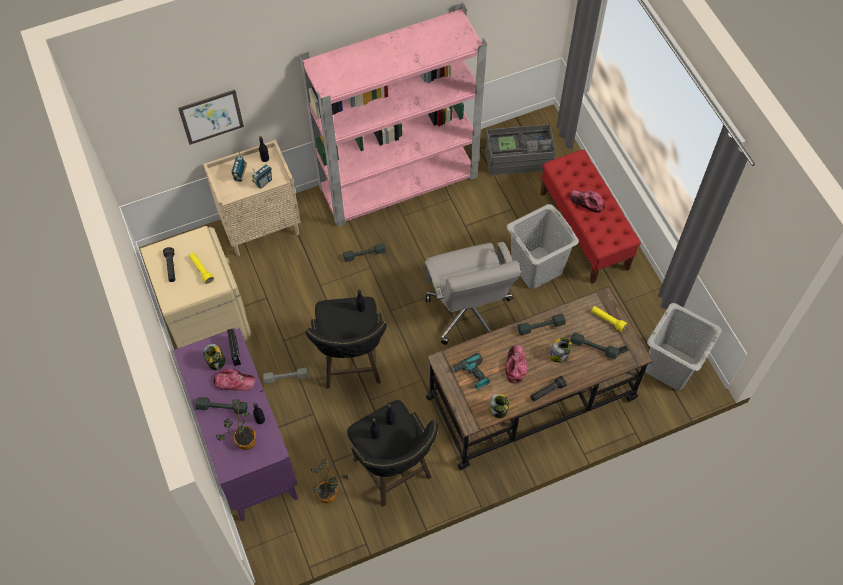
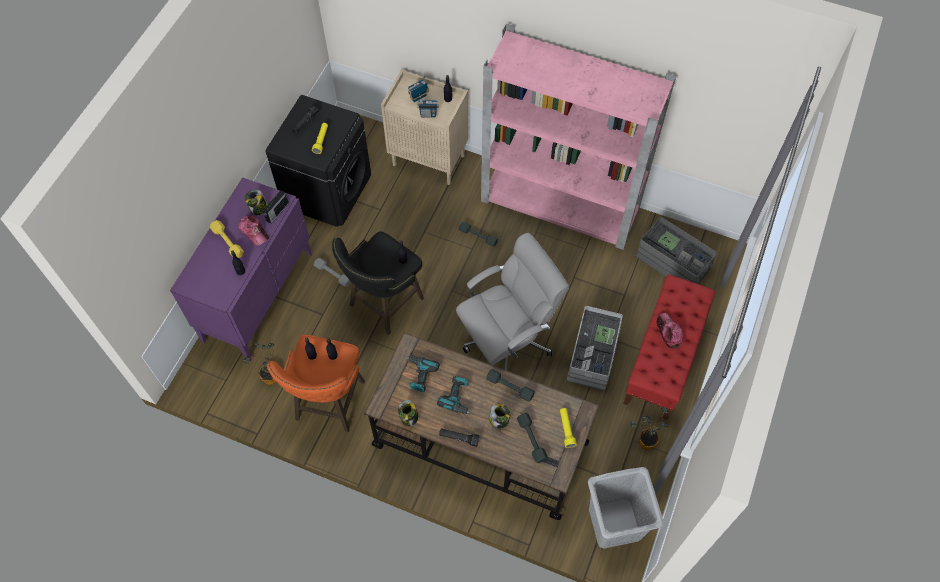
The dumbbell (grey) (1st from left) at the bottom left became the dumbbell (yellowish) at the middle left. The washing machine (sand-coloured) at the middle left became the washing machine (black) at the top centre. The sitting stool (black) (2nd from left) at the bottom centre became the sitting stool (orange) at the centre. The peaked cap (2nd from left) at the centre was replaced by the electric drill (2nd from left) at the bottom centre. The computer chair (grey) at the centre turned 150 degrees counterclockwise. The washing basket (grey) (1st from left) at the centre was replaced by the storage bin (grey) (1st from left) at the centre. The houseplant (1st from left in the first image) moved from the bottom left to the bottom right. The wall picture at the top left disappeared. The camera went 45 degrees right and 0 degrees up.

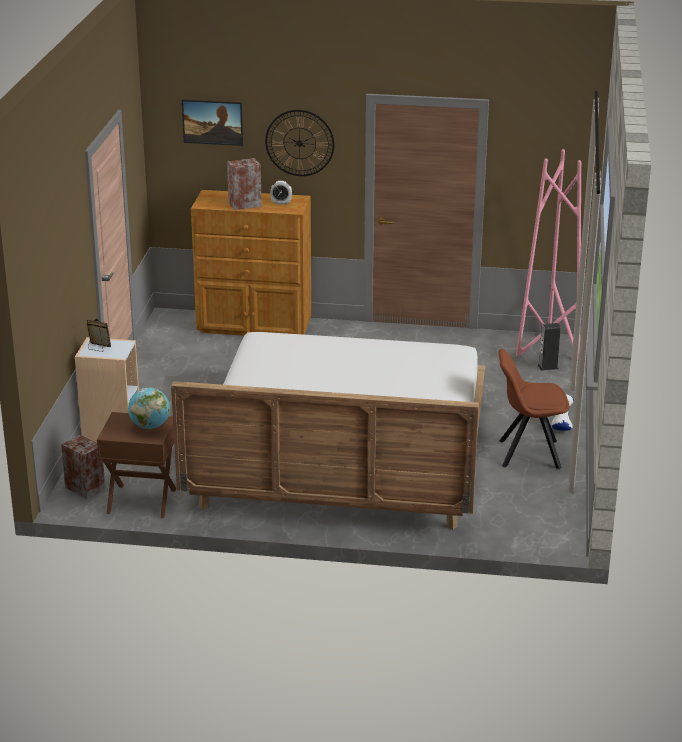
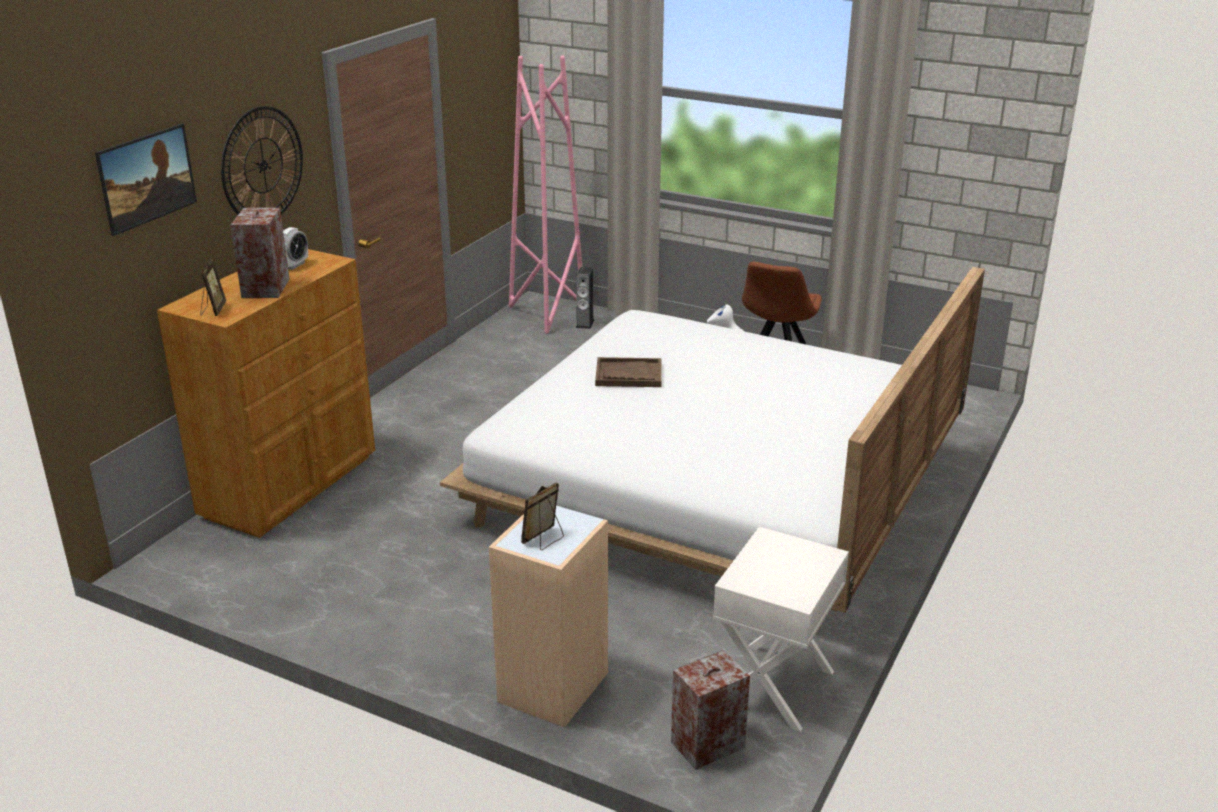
The picture frame (1st from left) at the middle left appeared. The serving tray (brown) at the centre appeared. The nightstand (brown) at the middle left became the nightstand (white-coloured) at the bottom centre. The desk globe at the middle left disappeared. The camera went 70 degrees left and 0 degrees up.

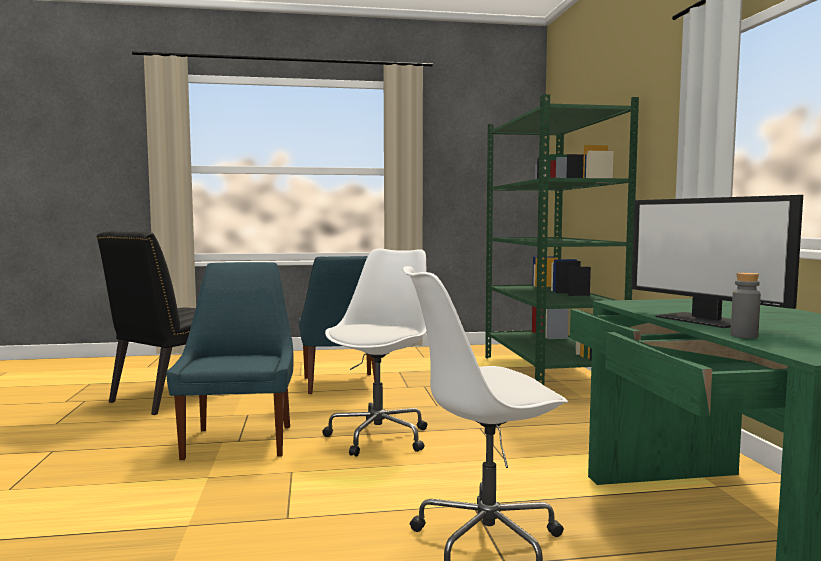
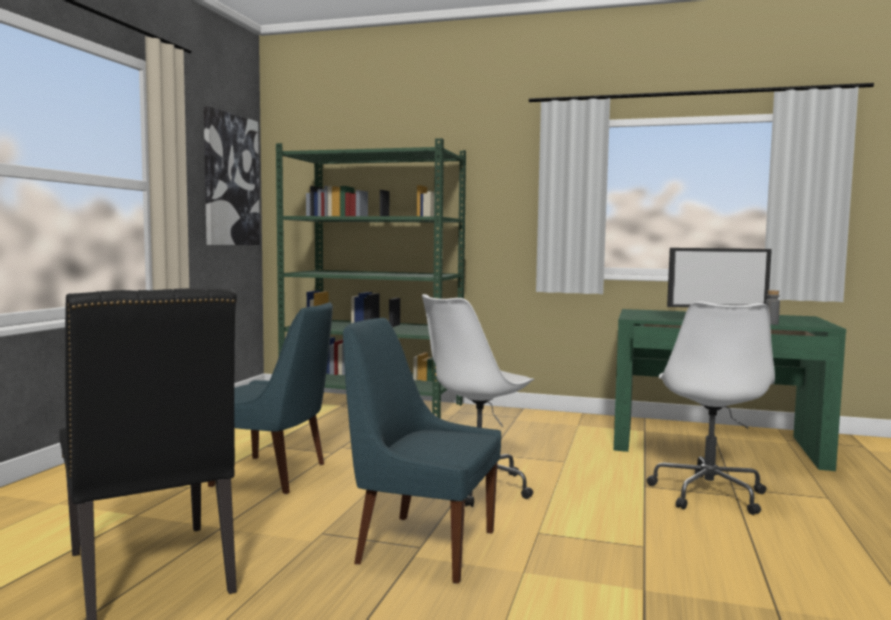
The wall picture at the top left appeared. The computer chair (white-coloured) (1st from left) at the centre turned 90 degrees counterclockwise. The camera went 65 degrees left and 0 degrees up.

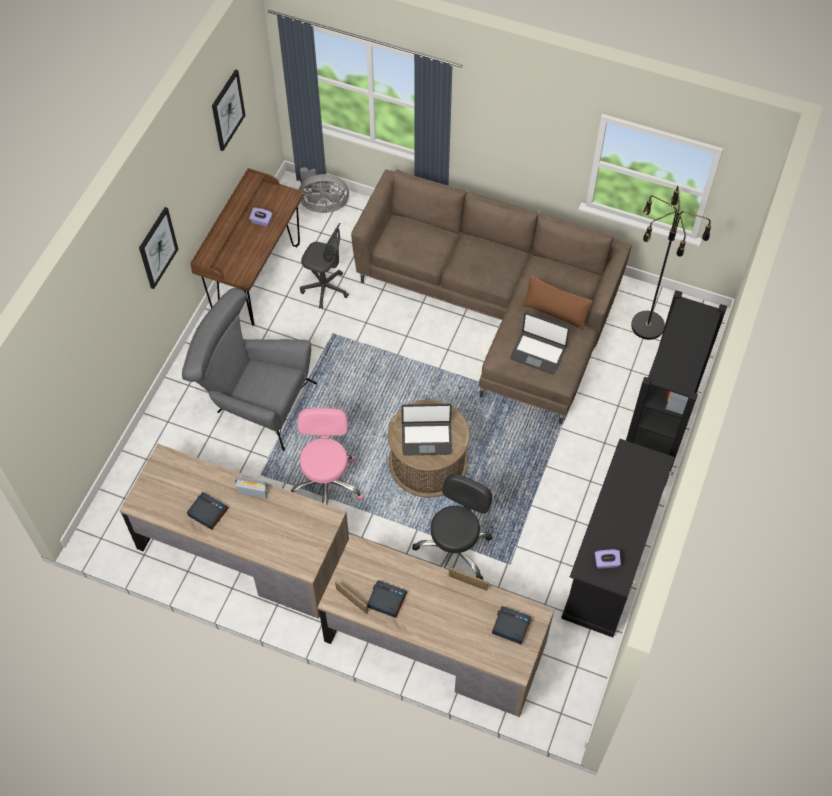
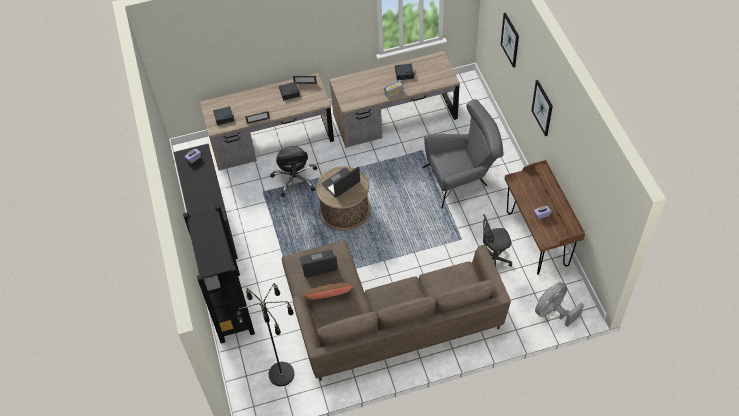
The wall picture (2nd from left in the first image) moved from the top left to the top right. The computer chair (pinkish) at the centre disappeared. The camera went 145 degrees right and 5 degrees down.

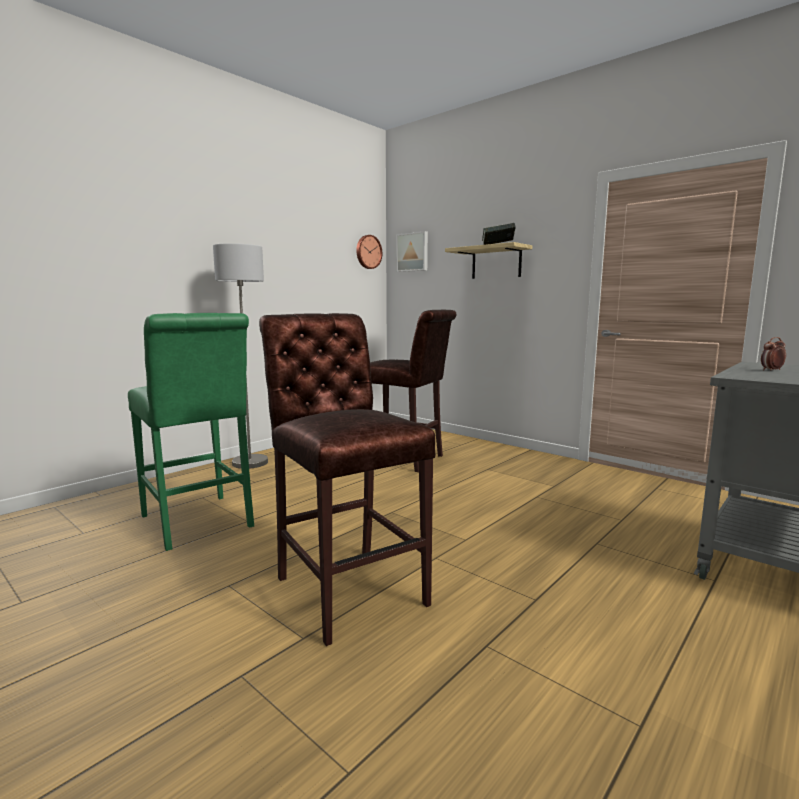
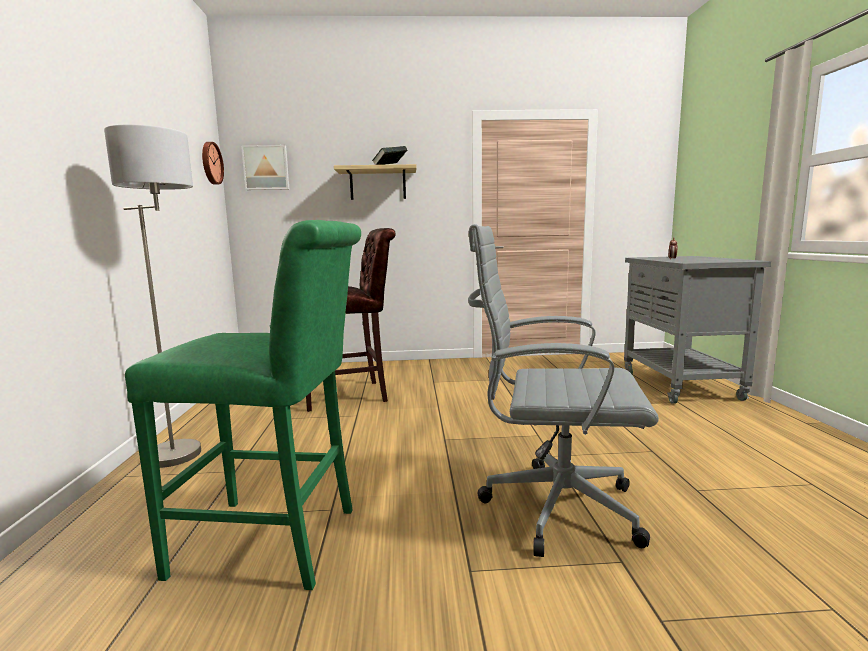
The sitting stool (brown) (1st from left) at the centre was replaced by the computer chair (grey) at the centre. The camera went 45 degrees left and 0 degrees up.

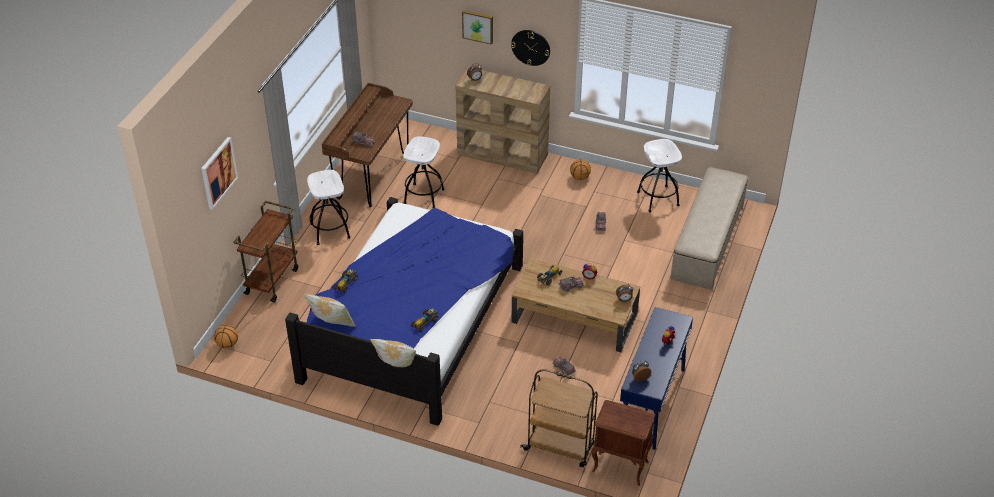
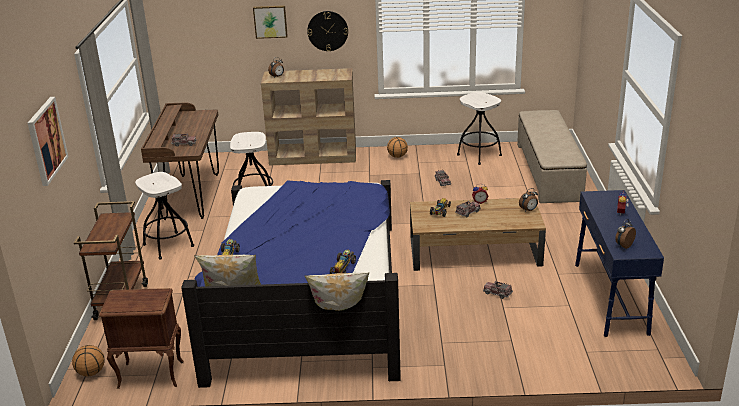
The nightstand (brown) moved from the bottom centre to the bottom left. The cart (brown) (2nd from left) at the bottom centre disappeared. The camera went 20 degrees left and 15 degrees down.

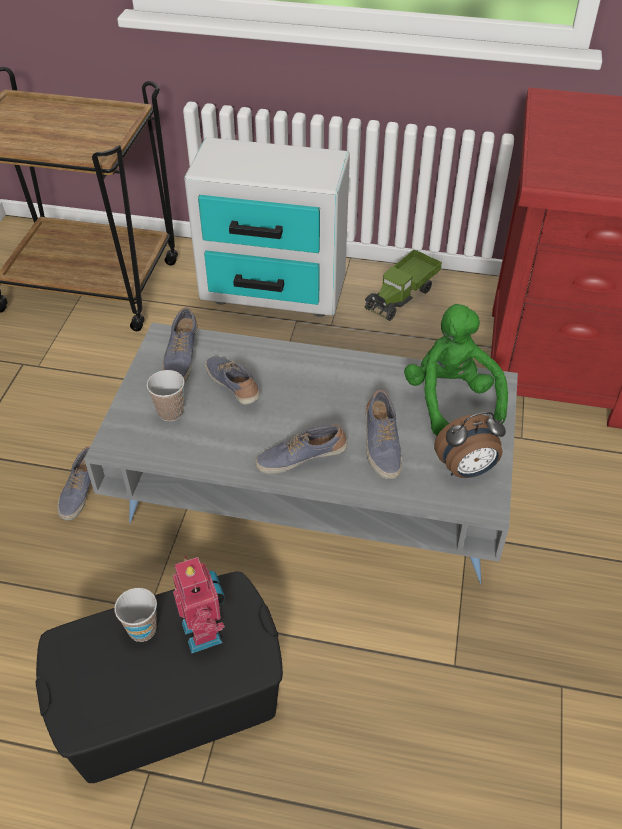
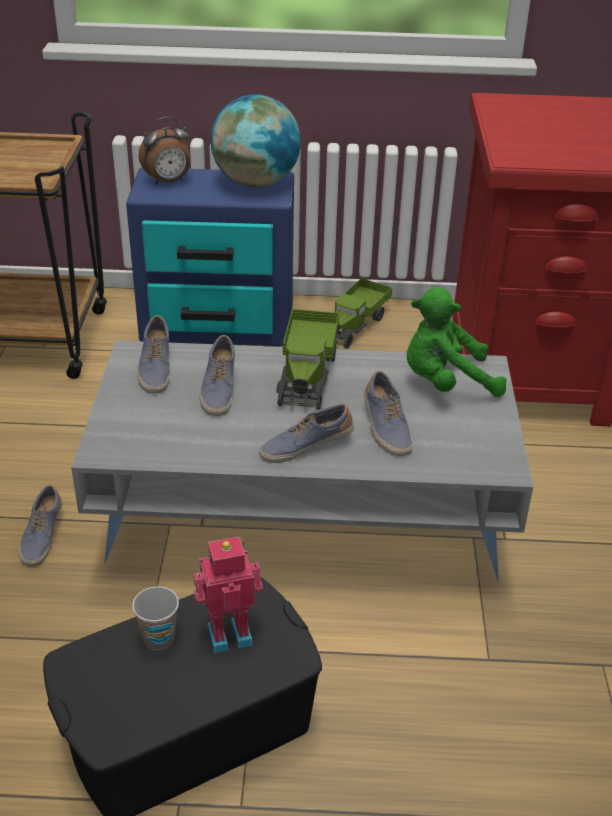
The nightstand (white-coloured) at the top centre became the nightstand (blue-coloured) at the top centre. The bedside clock moved from the middle right to the top left. The toy robot at the bottom left turned 75 degrees counterclockwise. The shoe (3rd from left) at the centre turned 135 degrees counterclockwise. The desk globe at the top centre appeared. The toy lorry (1st from left) at the centre appeared. The soft toy (green-coloured) at the middle right turned 75 degrees counterclockwise. The cup (2nd from left) at the middle left disappeared. The camera went 10 degrees left and 10 degrees down.

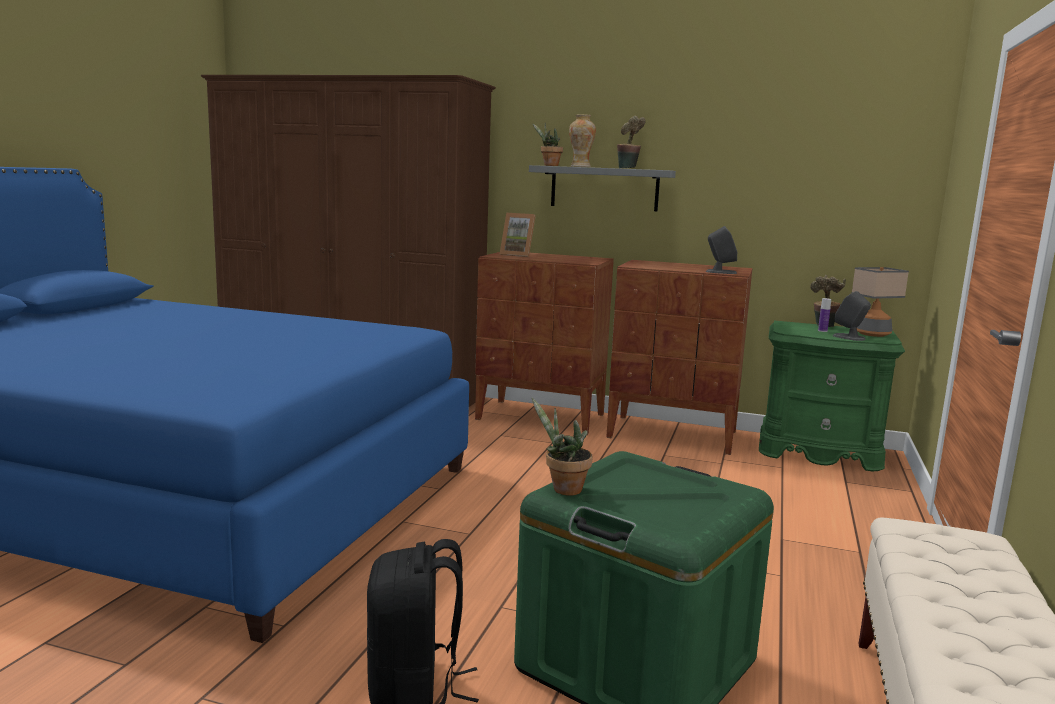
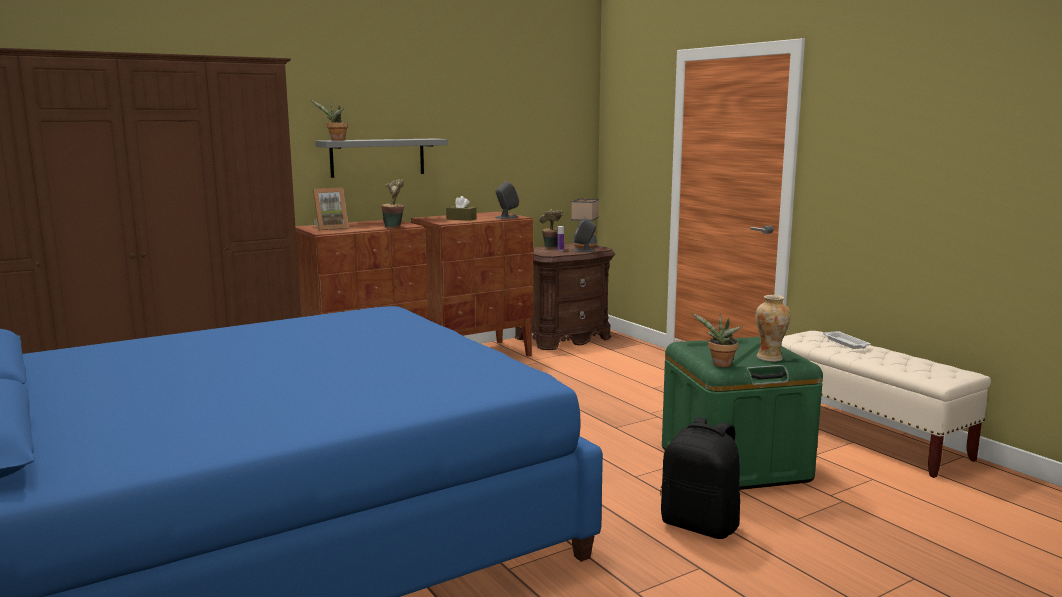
The houseplant (3rd from left in the first image) moved from the top centre to the centre. The tissue box (brown) at the centre appeared. The nightstand (green-coloured) at the middle right became the nightstand (brown) at the centre. The decorative vase moved from the top centre to the middle right. The serving tray (white-coloured) at the middle right appeared. The camera went 50 degrees left and 0 degrees up.

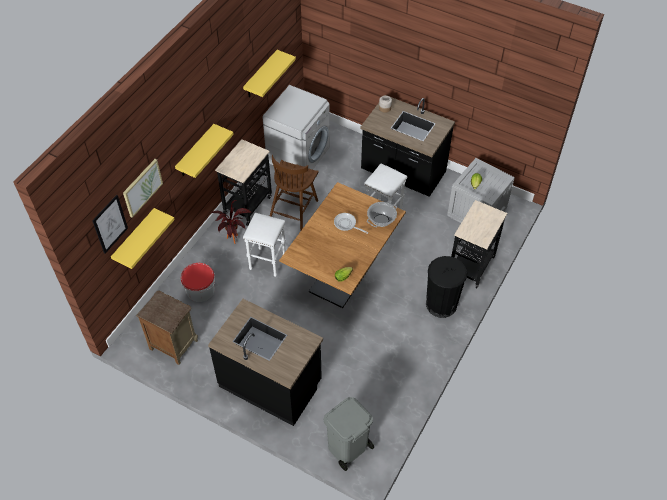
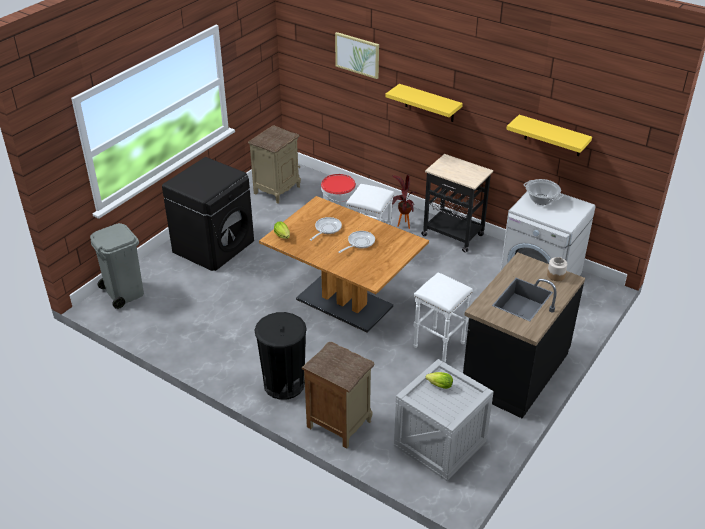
The kitchen base unit (black) (1st from left) at the bottom centre was replaced by the washing machine (black) at the middle left. The cart (2nd from left) at the middle right was replaced by the nightstand (sand-coloured) (2nd from left) at the bottom centre. The frying pan (1st from left) at the centre appeared. The stockpot moved from the centre to the middle right. The wall picture (1st from left) at the middle left disappeared. The wall shelf (yellowish) (1st from left) at the middle left disappeared. The upright chair (brown) at the centre disappeared. The camera went 95 degrees right and 15 degrees down.

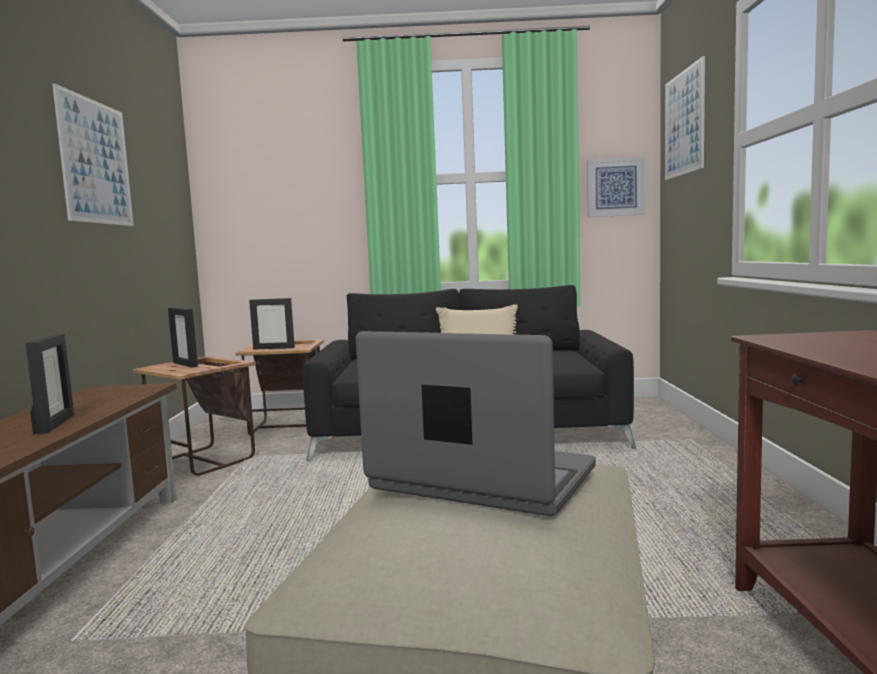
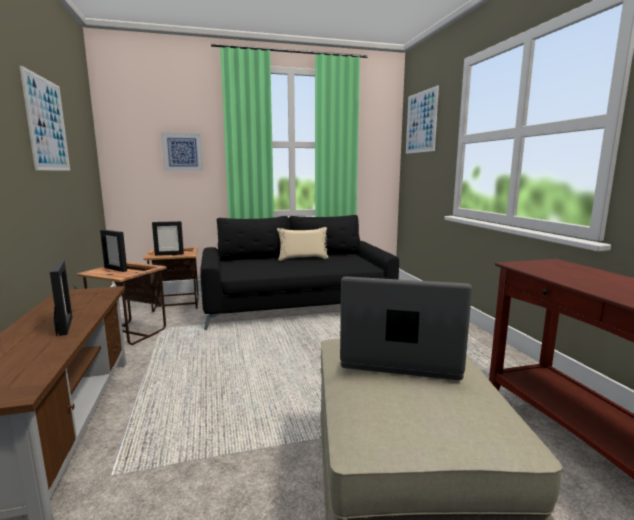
The wall picture (2nd from left) moved from the top right to the top left. The camera went 15 degrees left and 5 degrees up.

